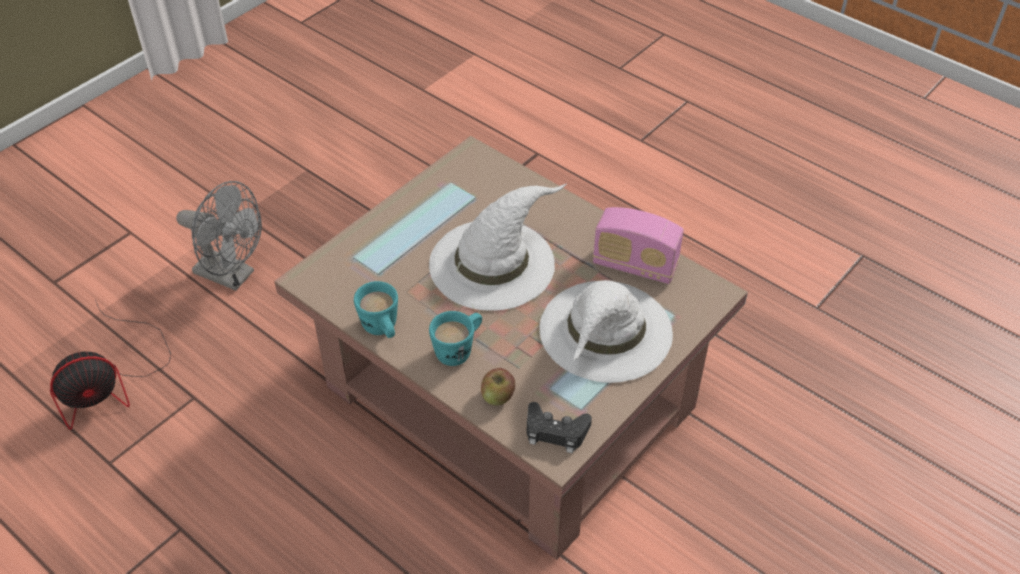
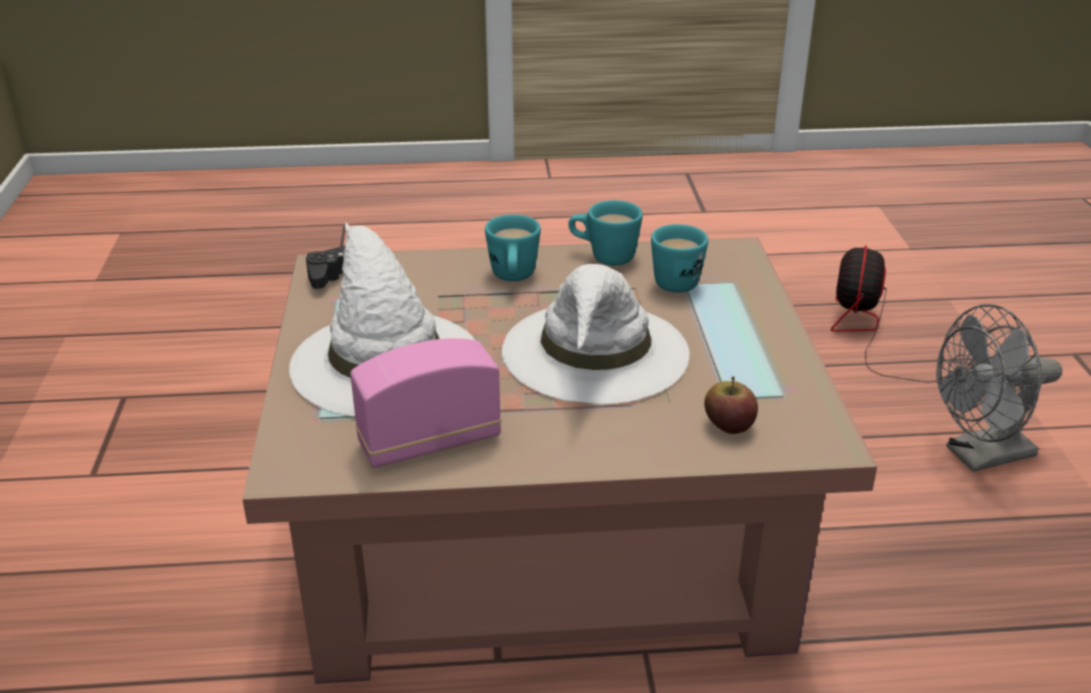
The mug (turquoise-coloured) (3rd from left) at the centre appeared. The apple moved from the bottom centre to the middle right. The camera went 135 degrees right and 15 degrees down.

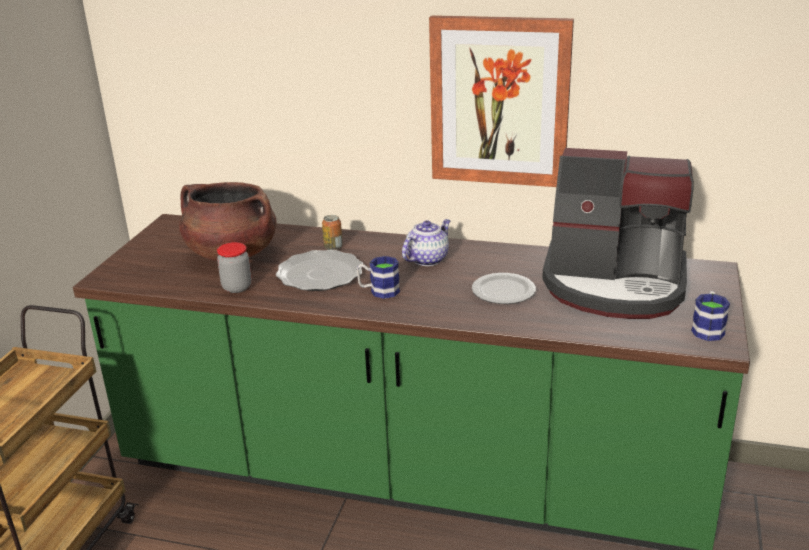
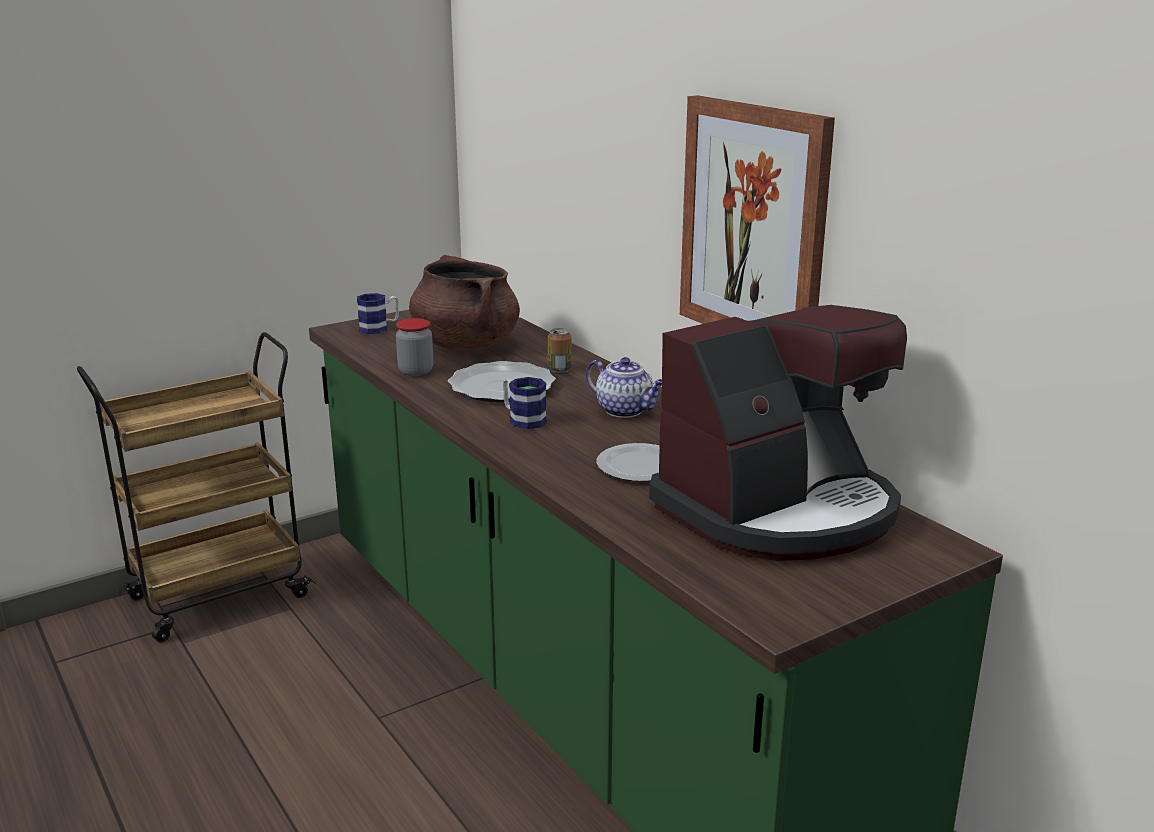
The mug (2nd from left in the first image) moved from the middle right to the middle left. The tea pot at the centre turned 45 degrees clockwise. The coffee maker at the middle right turned 90 degrees counterclockwise. The camera went 40 degrees right and 5 degrees down.

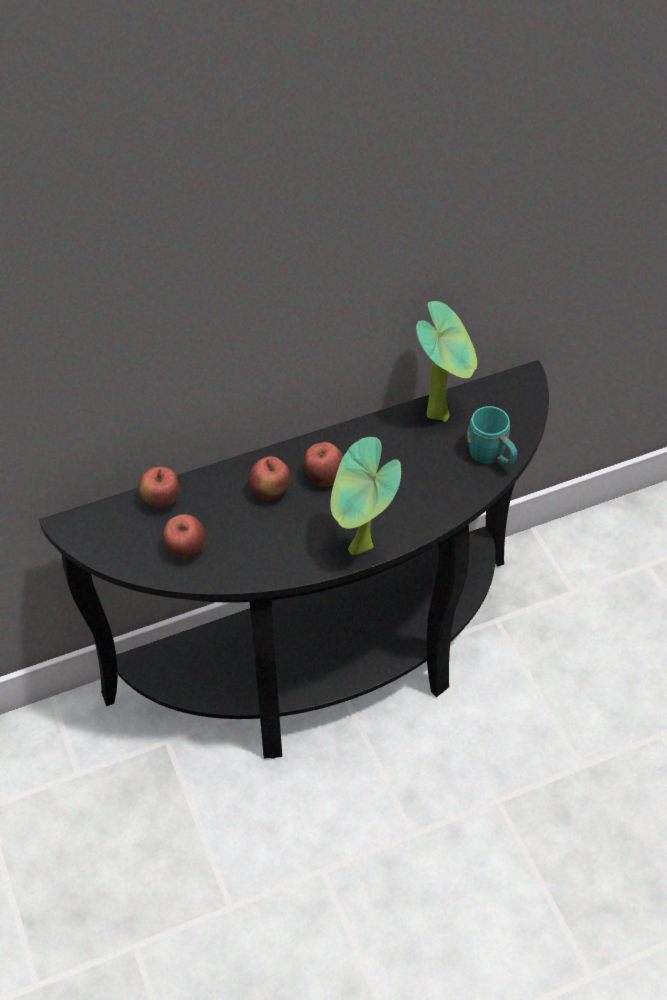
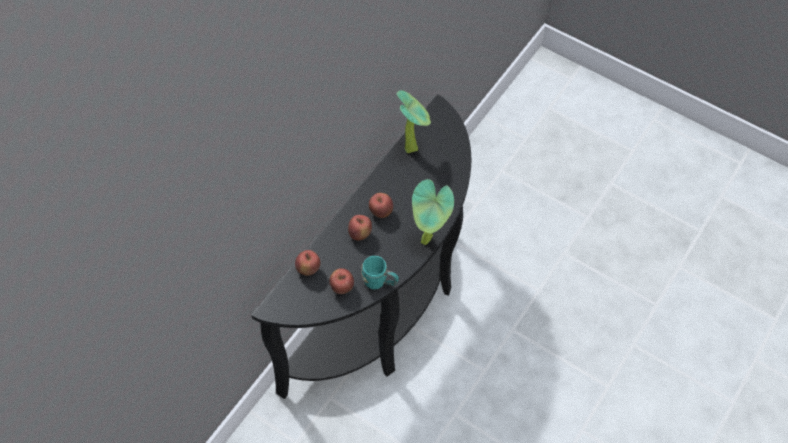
The mug (turquoise-coloured) moved from the middle right to the centre. The camera went 35 degrees left and 5 degrees up.

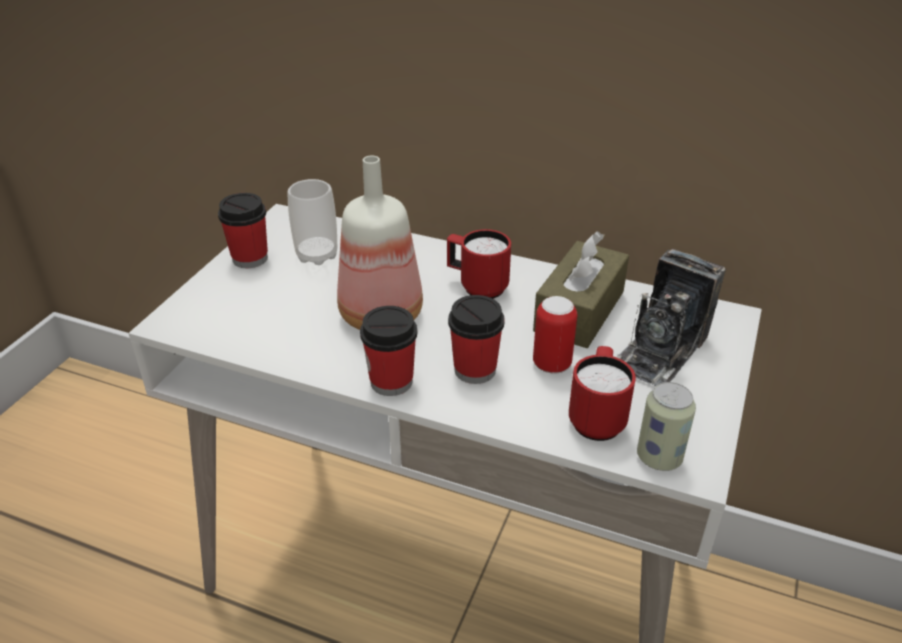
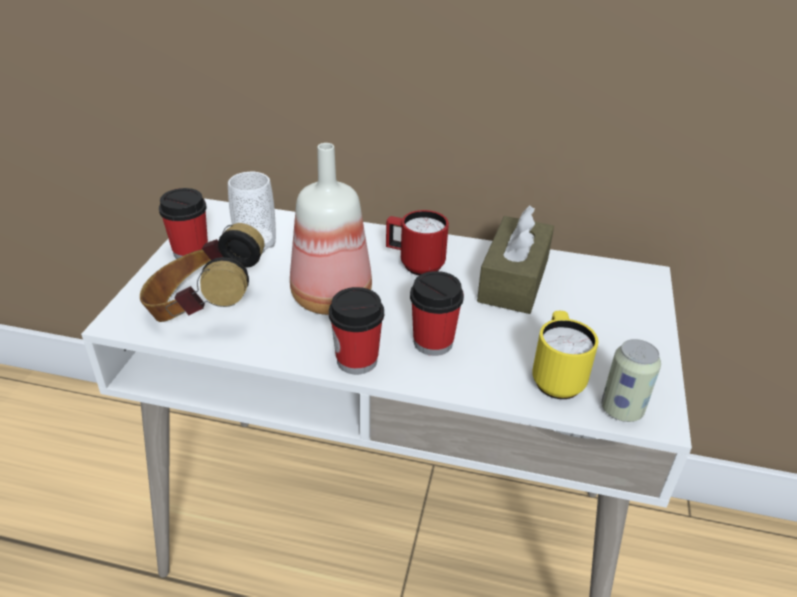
The headphones at the middle left appeared. The mug (reddish) (2nd from left) at the middle right became the mug (yellowish) at the middle right. The can (1st from left) at the centre disappeared. The still camera at the middle right disappeared. The camera went 10 degrees left and 0 degrees up.

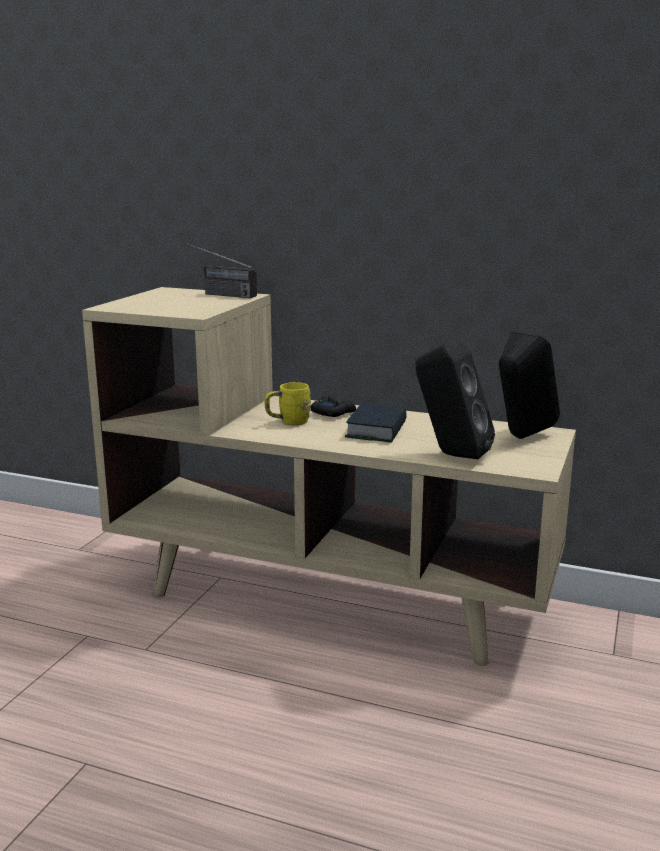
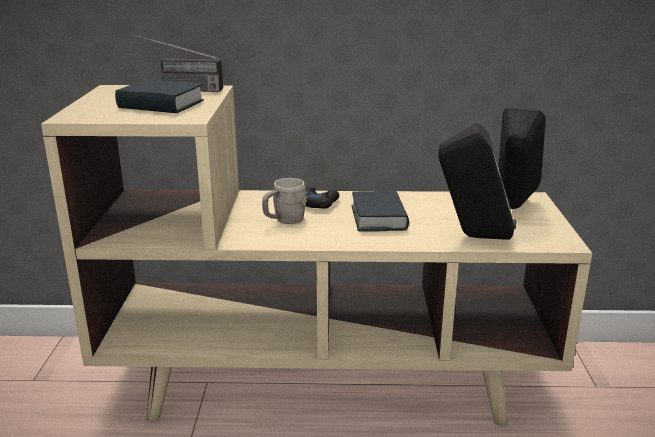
The volume (1st from left) at the top left appeared. The mug (yellowish) at the centre became the mug (grey) at the centre. The camera went 20 degrees left and 5 degrees up.

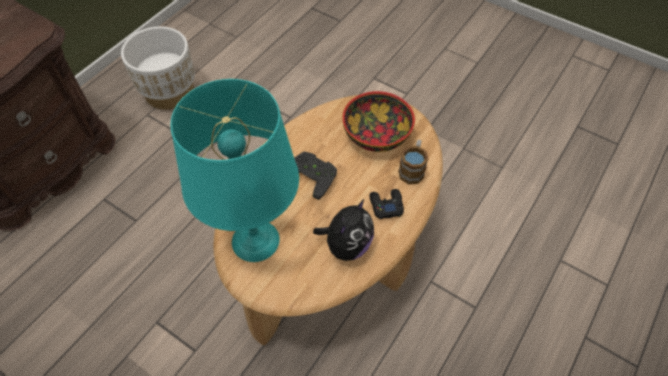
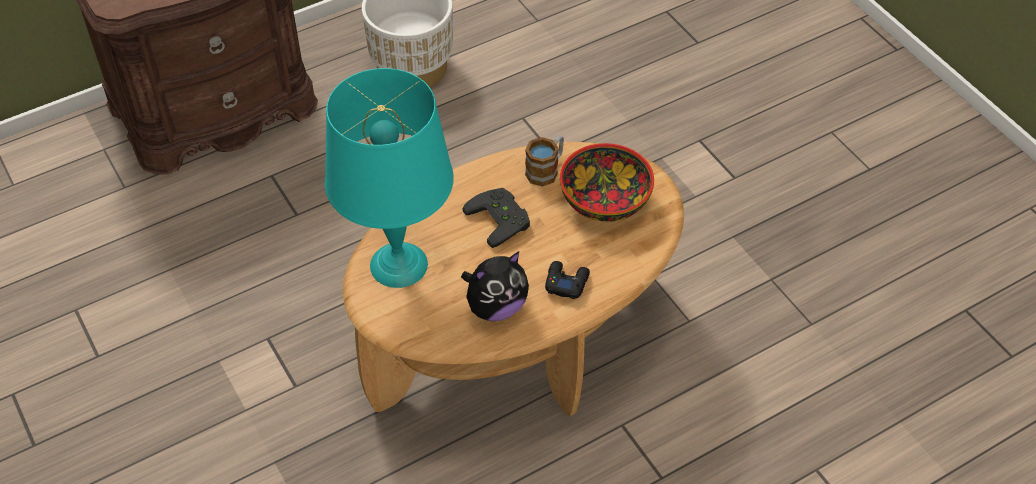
The mug moved from the centre to the top centre. The camera went 25 degrees right and 5 degrees down.

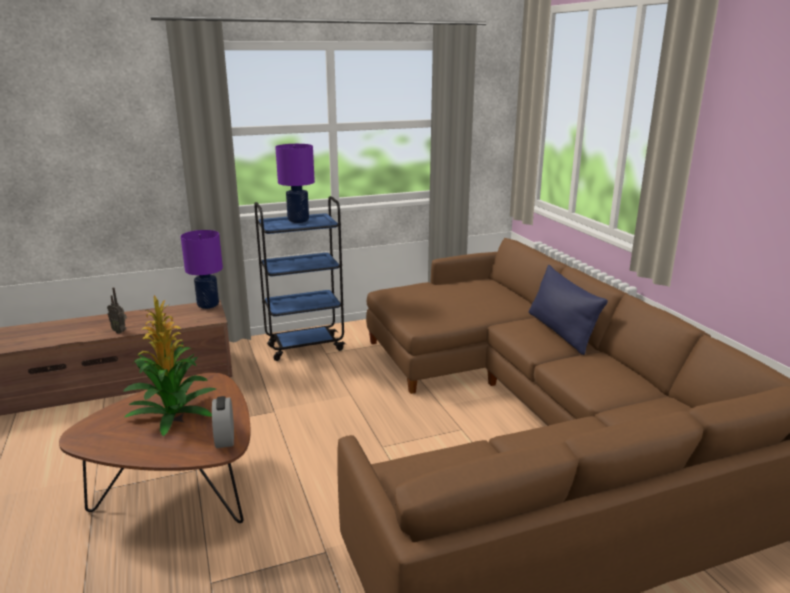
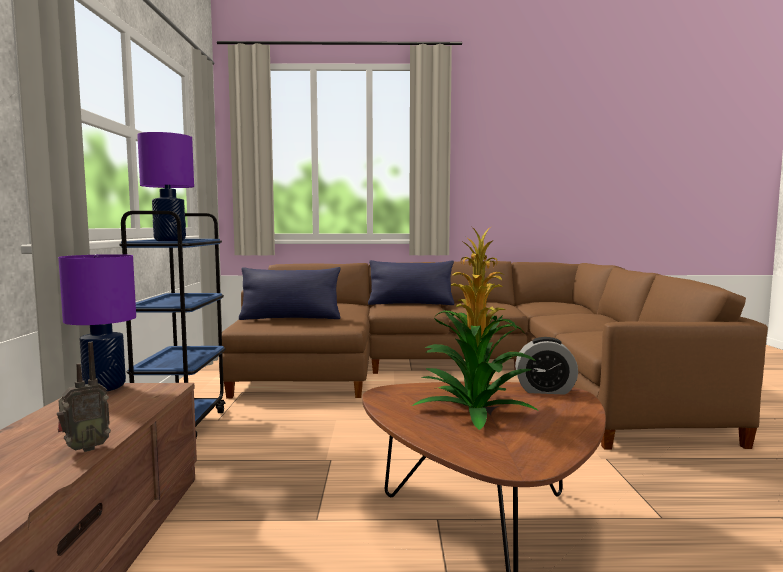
The throw pillow (blue-coloured) (1st from left) at the centre appeared. The camera went 70 degrees left and 15 degrees down.

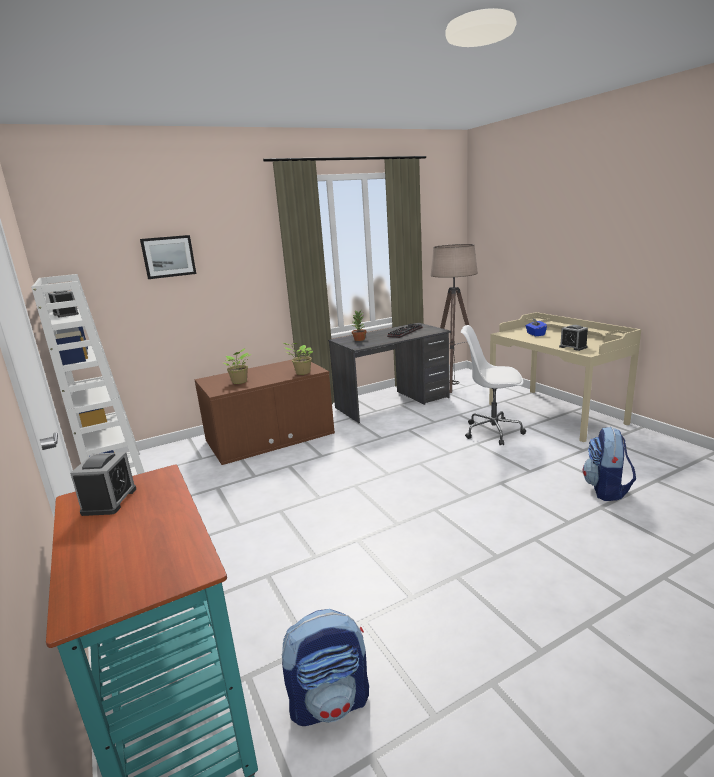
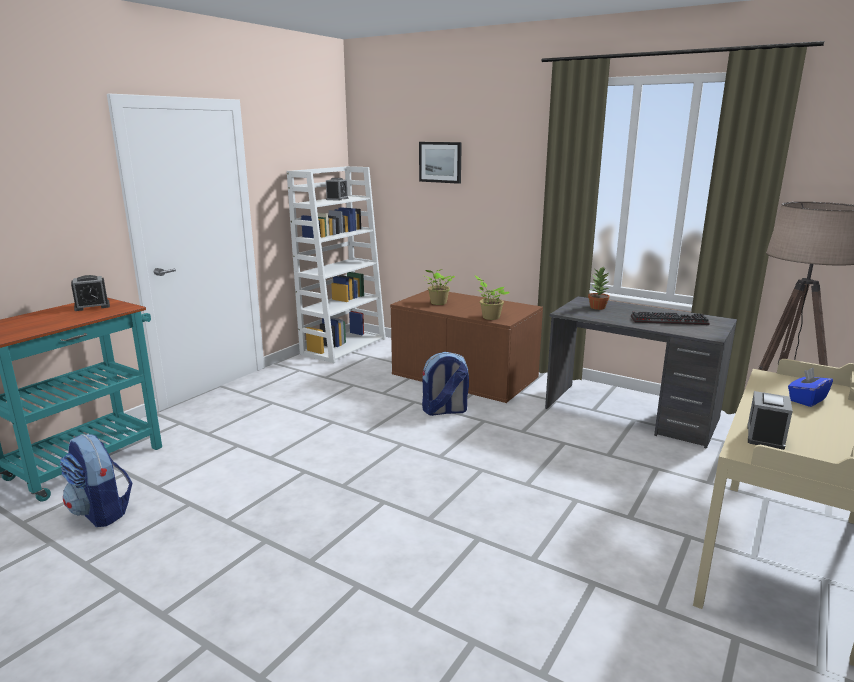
The backpack (2nd from left) moved from the middle right to the centre. The computer chair (white-coloured) at the middle right disappeared. The camera went 60 degrees right and 0 degrees up.

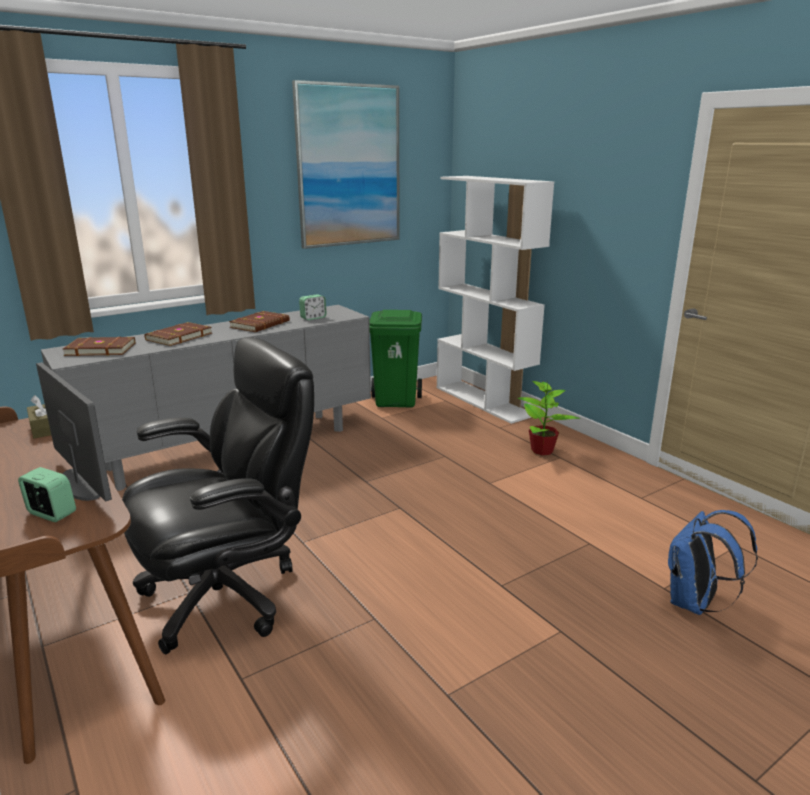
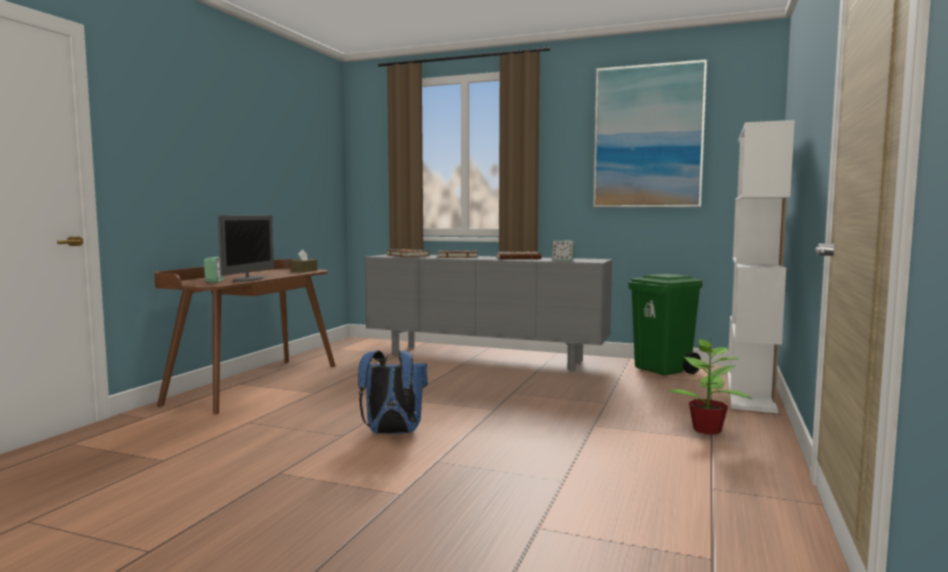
The backpack (blue-coloured) moved from the bottom right to the bottom centre. The computer chair (black) at the middle left disappeared. The camera went 55 degrees right and 15 degrees down.

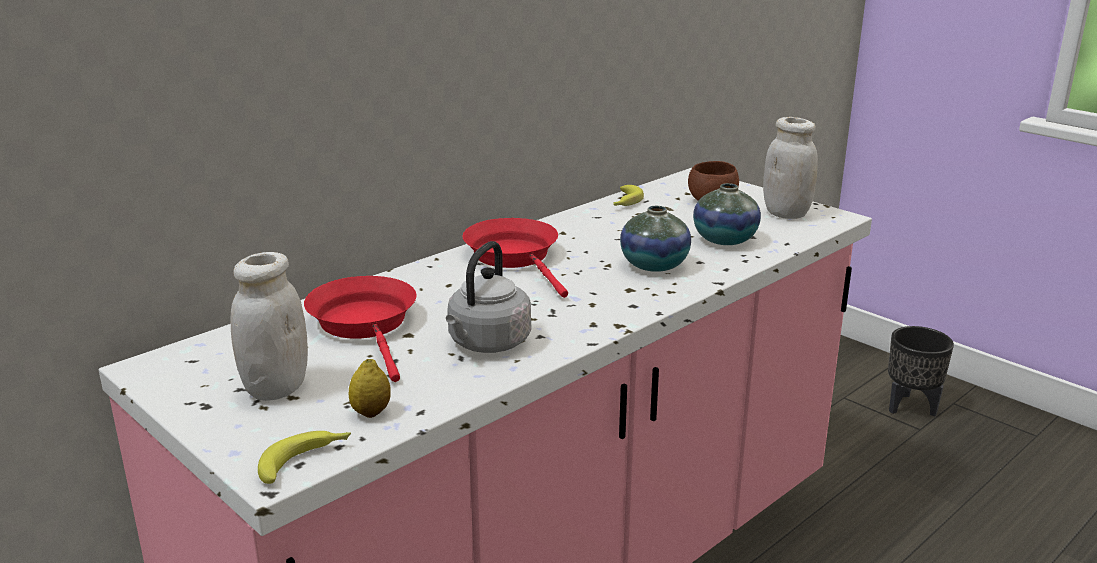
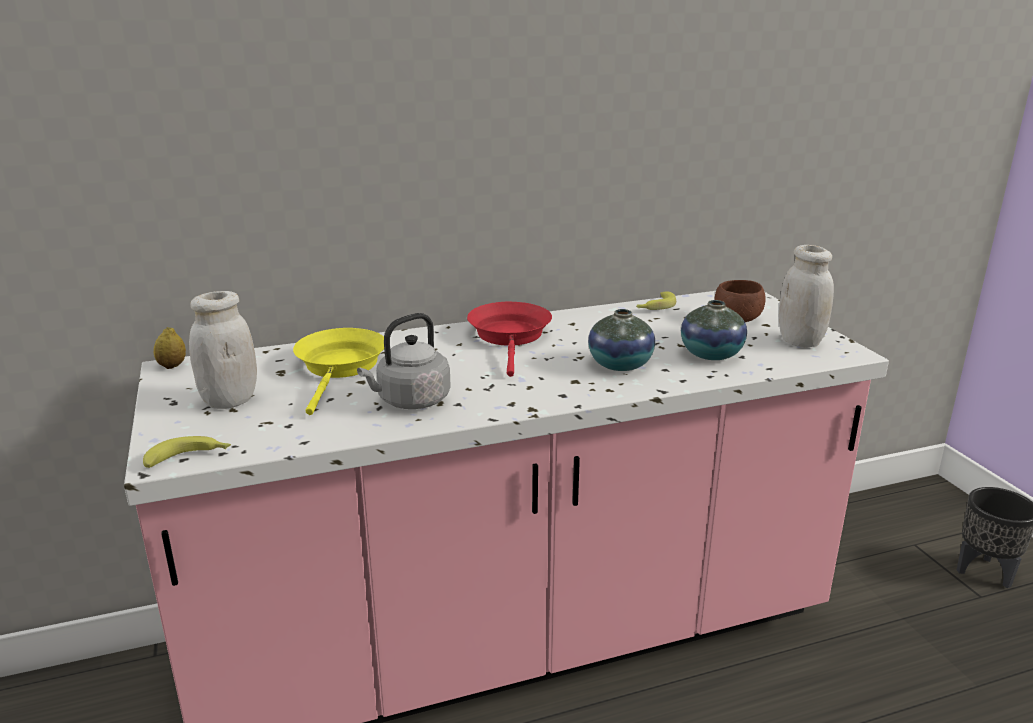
The citrus fruit moved from the bottom centre to the middle left. The frying pan (reddish) (1st from left) at the middle left became the frying pan (yellowish) at the middle left. The camera went 25 degrees right and 0 degrees up.

